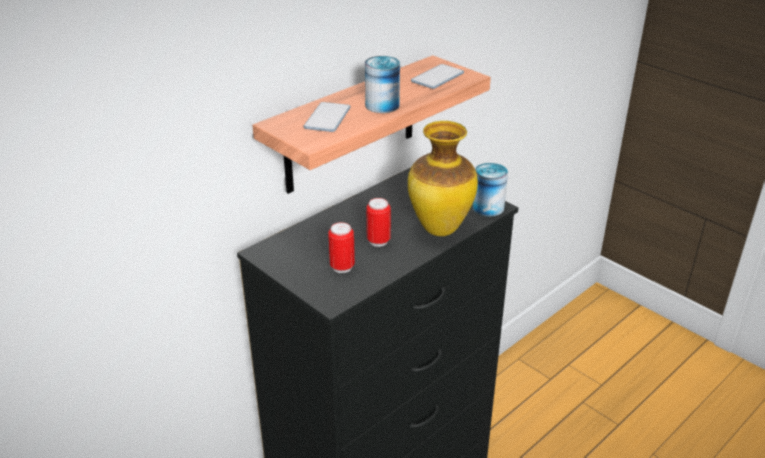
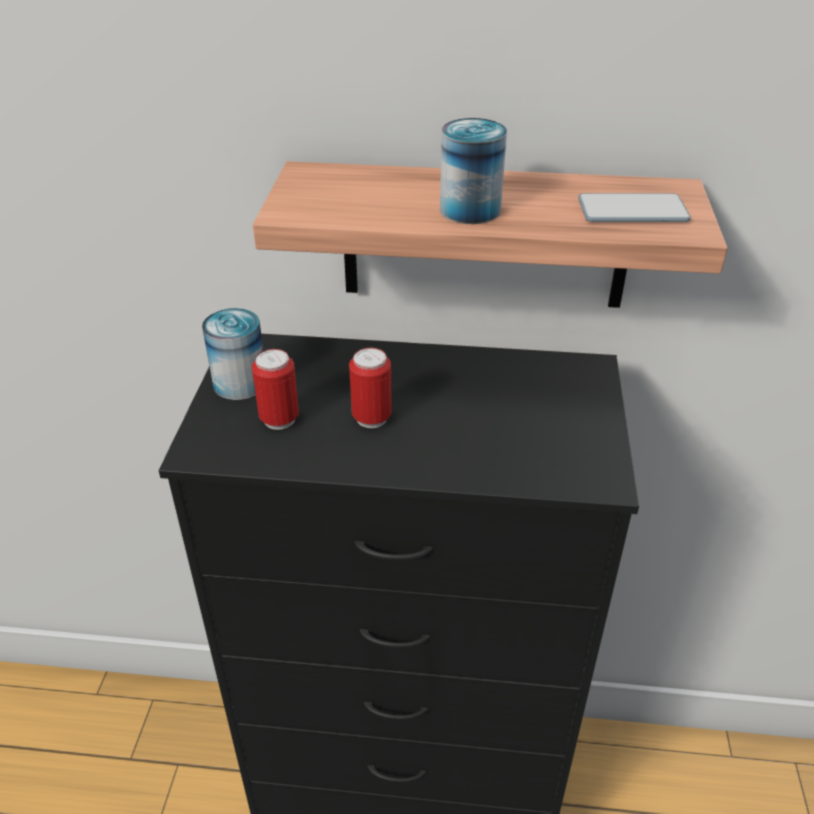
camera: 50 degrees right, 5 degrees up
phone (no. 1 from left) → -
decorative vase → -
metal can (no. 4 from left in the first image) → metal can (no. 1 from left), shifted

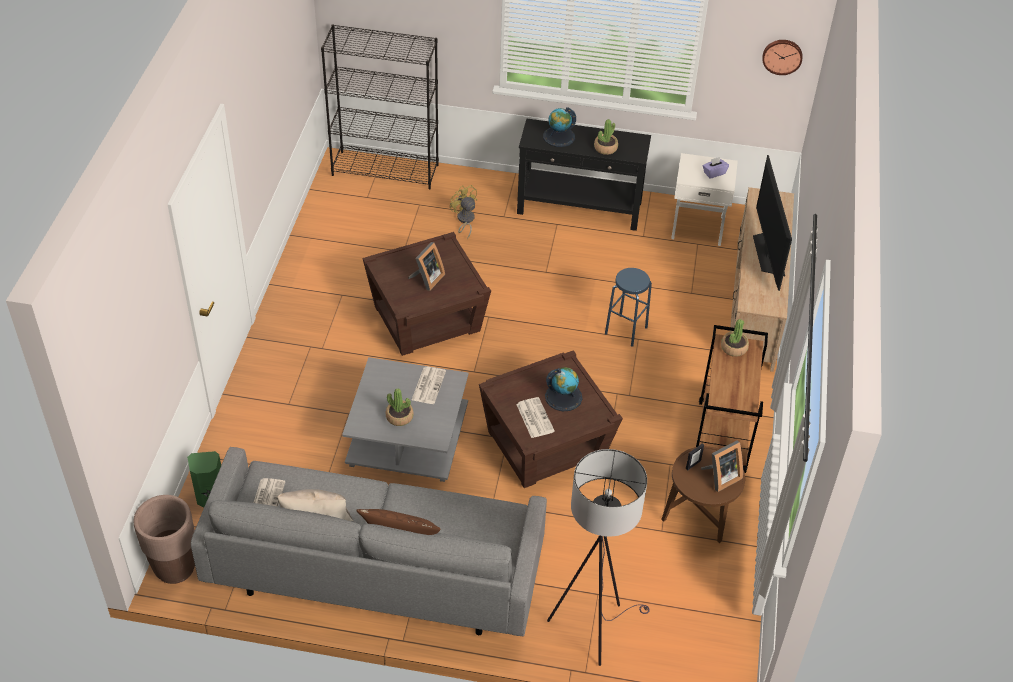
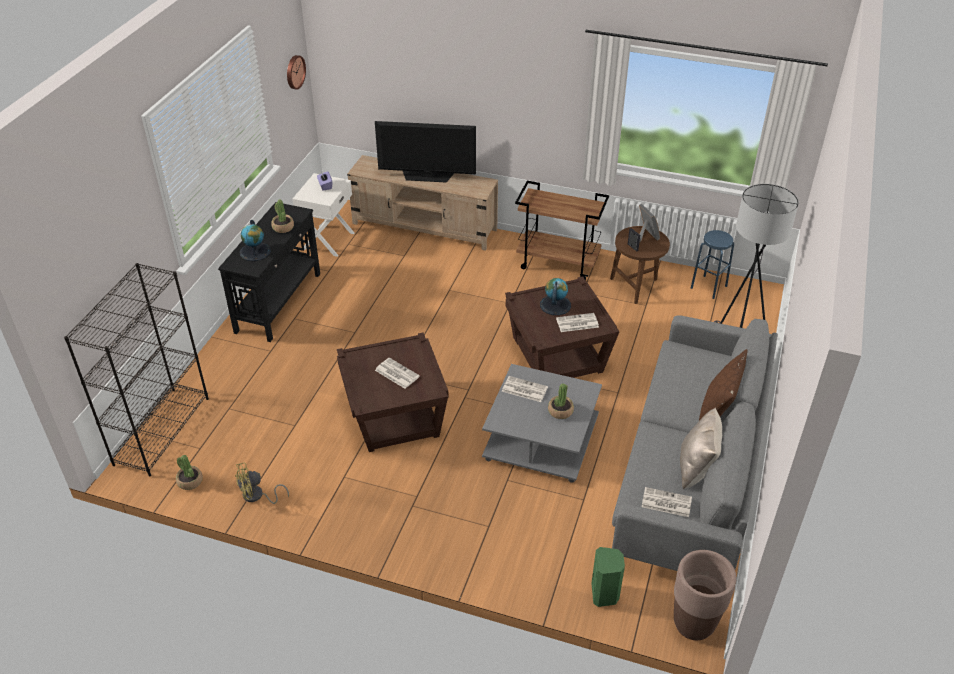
camera: 80 degrees left, 5 degrees down
picture frame (no. 1 from left) → newspaper (no. 1 from left)
yellowish cooling fan, shifted
blue-coloured stool seat, shifted
potted plant (no. 3 from left in the first image) → potted plant (no. 1 from left), shifted

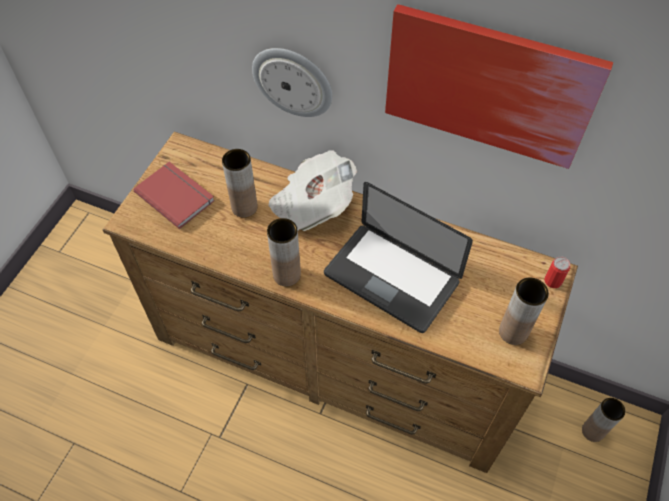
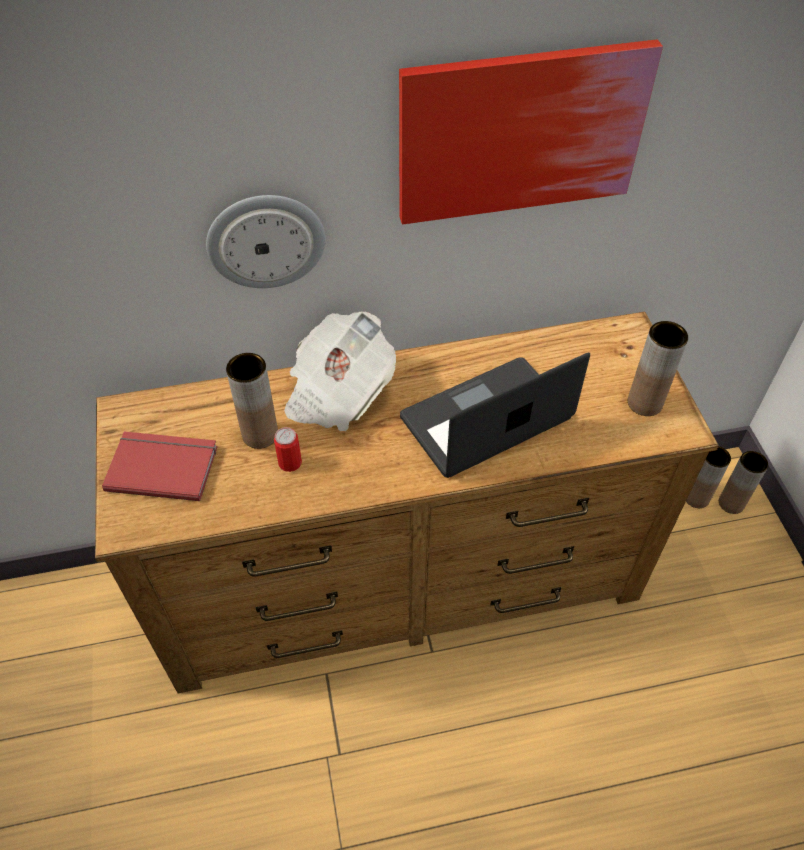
camera: 35 degrees left, 5 degrees down
brown-coloured decorative vase (no. 2 from left in the first image) → brown-coloured decorative vase (no. 4 from left), shifted
laptop, 150 degrees clockwise
metal can, shifted

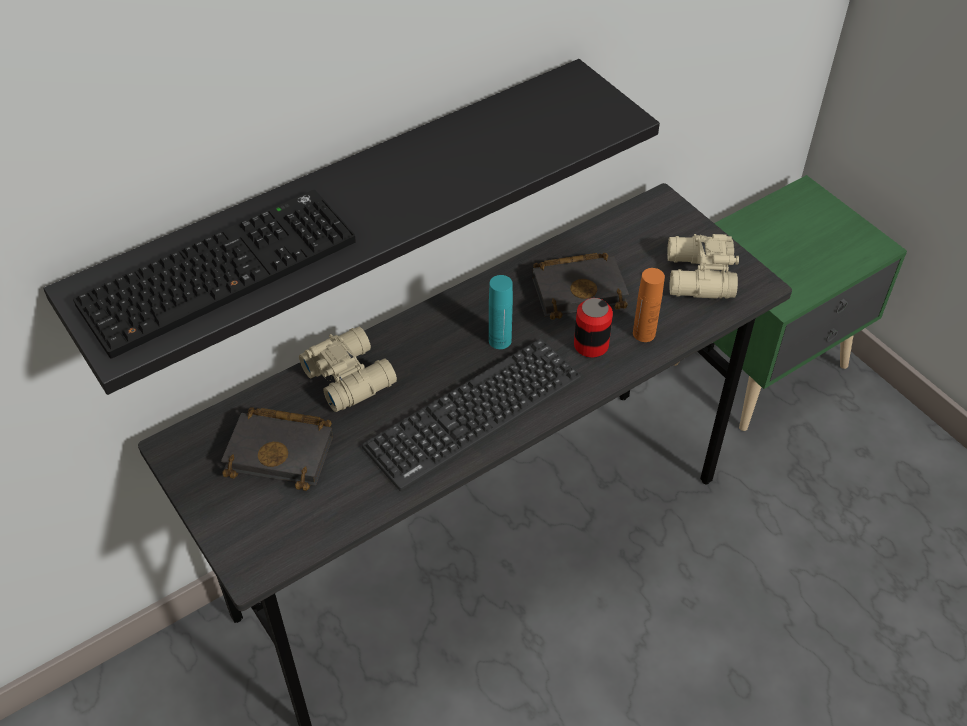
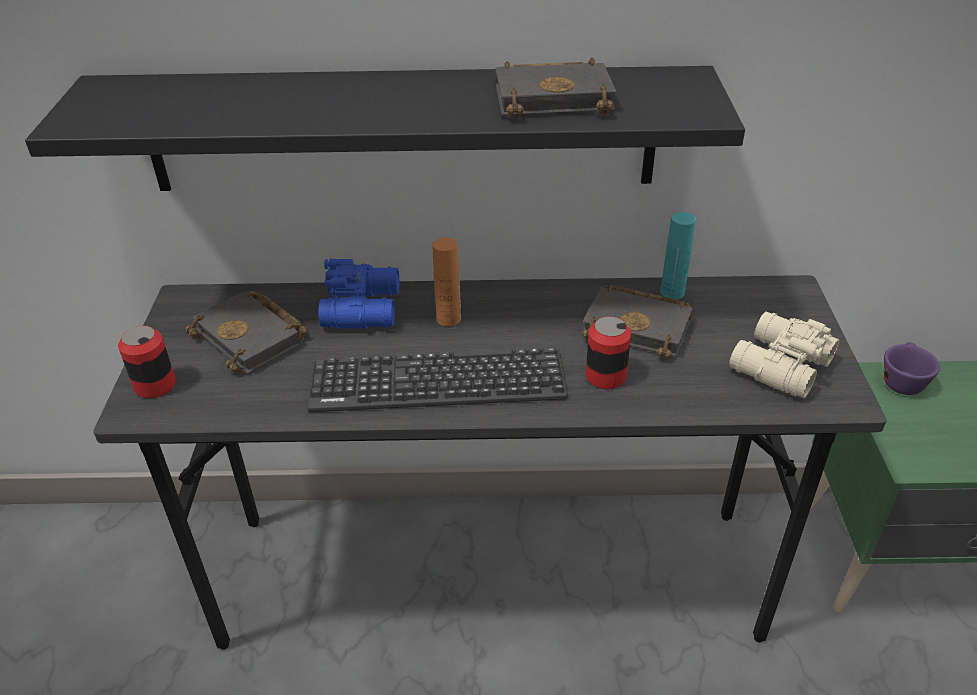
camera: 35 degrees right, 10 degrees down
keyboard (no. 1 from left) → -
beige-coloured binoculars (no. 1 from left) → blue-coloured binoculars
turquoise-coloured beverage bottle, shifted
orange-coloured beverage bottle, shifted
- → metal can (no. 1 from left)
- → black-coloured bound book (no. 2 from left)
- → purple cup

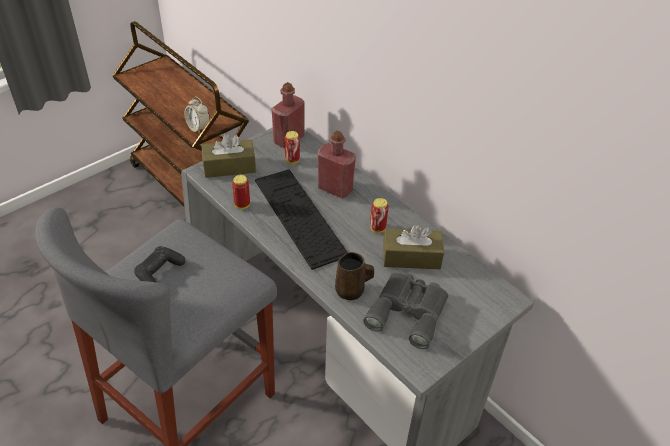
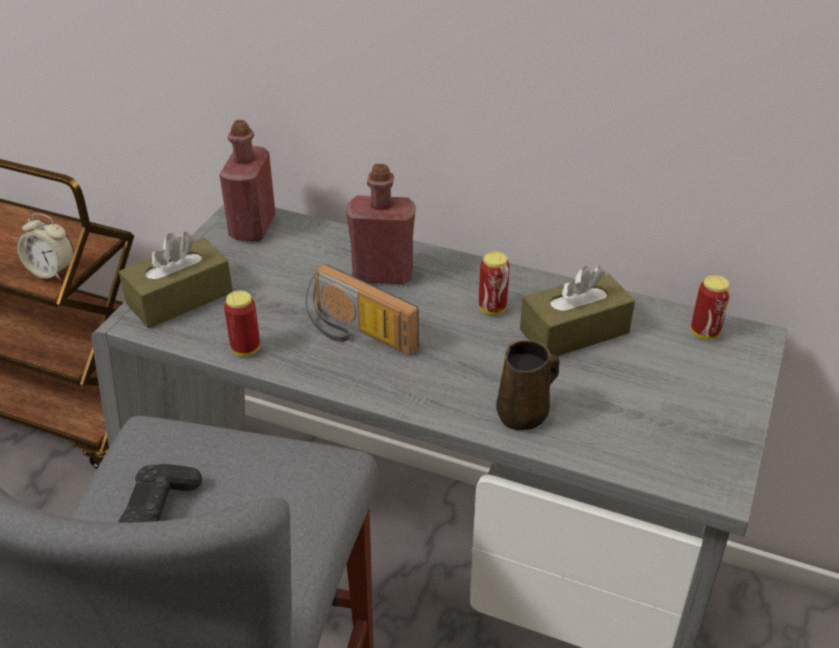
camera: 25 degrees left, 5 degrees down
keyboard → radio
metal can (no. 2 from left in the first image) → metal can (no. 3 from left), shifted
gray binoculars → -

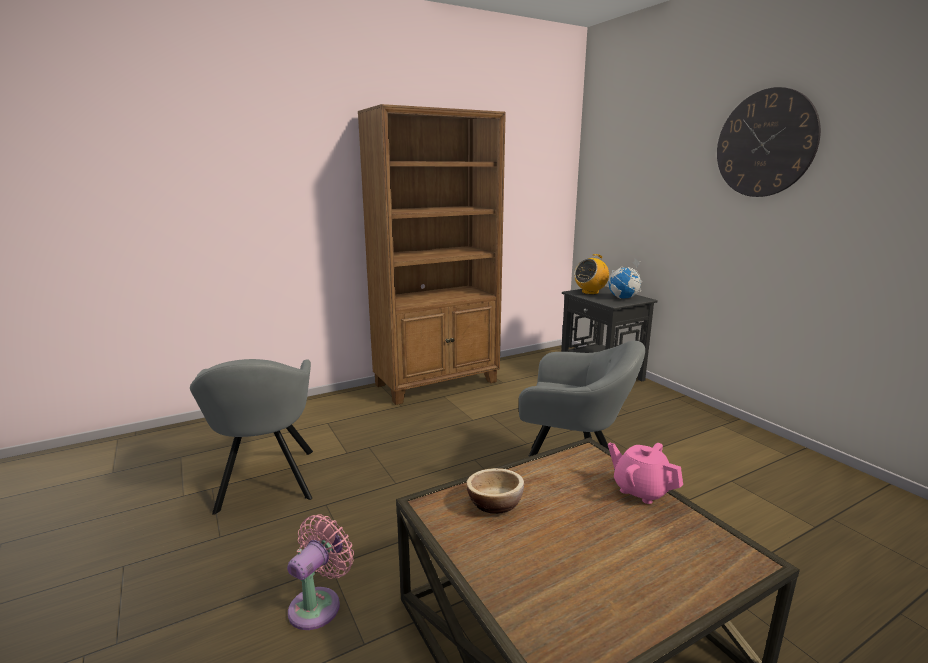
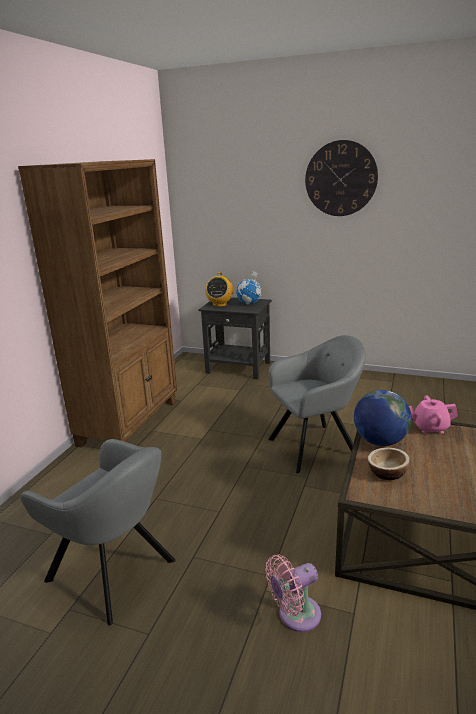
camera: 40 degrees left, 5 degrees up
pink cooling fan, 105 degrees counterclockwise
- → globe (no. 2 from left)

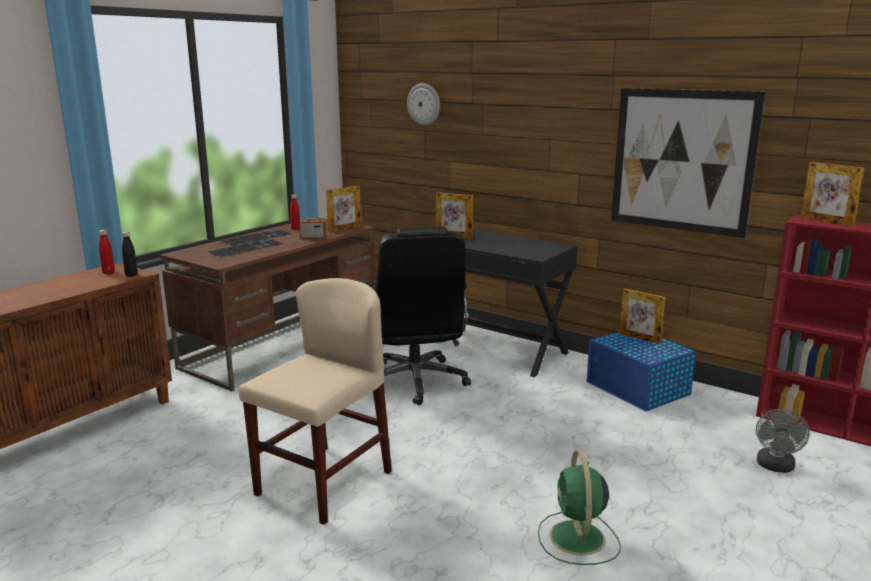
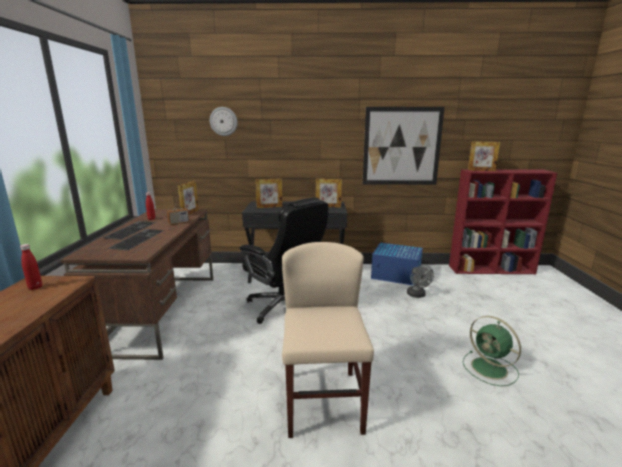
camera: 35 degrees left, 0 degrees up
black-coloured beverage bottle → -
picture frame (no. 3 from left), shifted
gray cooling fan, shifted

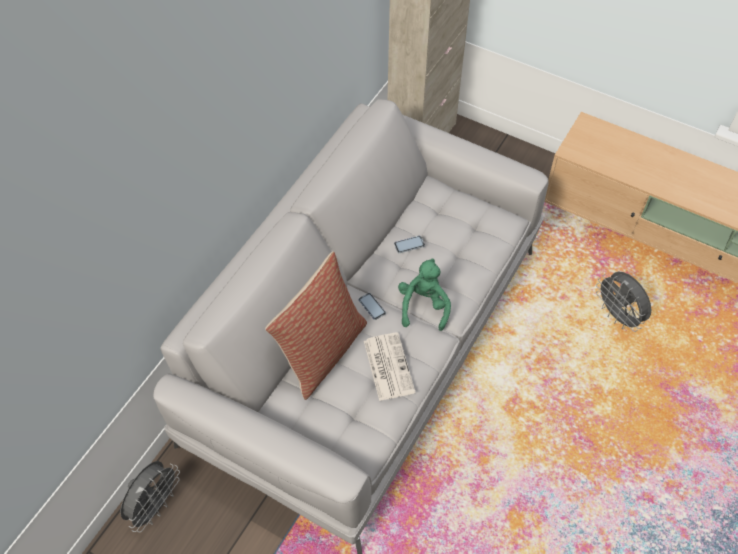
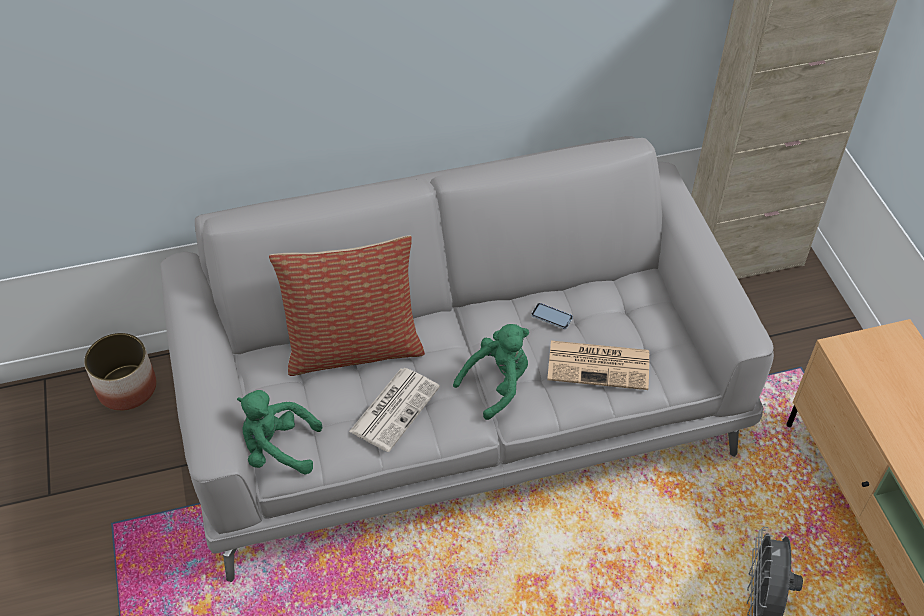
camera: 45 degrees right, 5 degrees down
gray cooling fan (no. 1 from left) → flower pot
phone (no. 1 from left) → -
- → green-coloured plush toy (no. 1 from left)
- → newspaper (no. 2 from left)

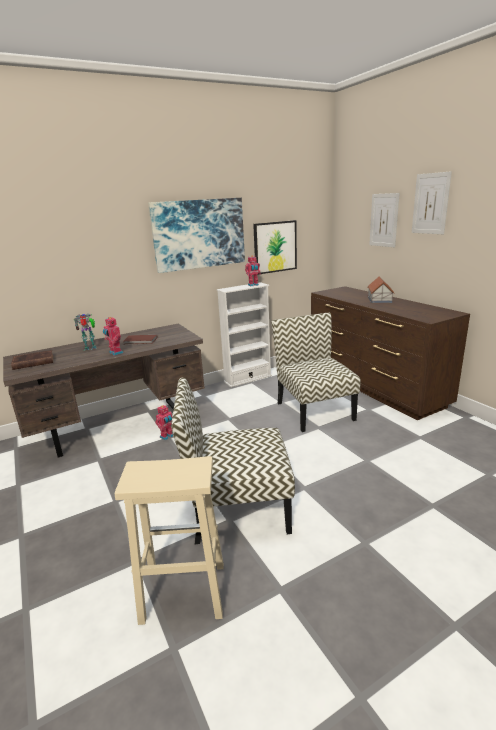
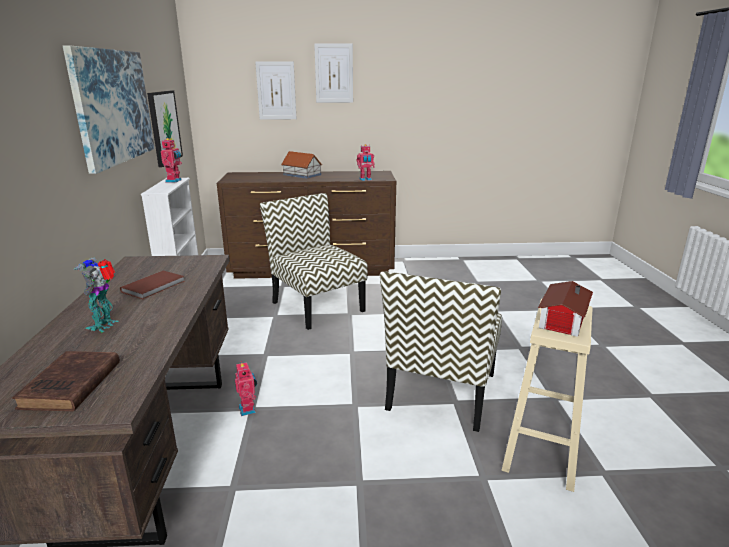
camera: 65 degrees left, 0 degrees up
toy robot (no. 2 from left in the first image) → toy robot (no. 4 from left), shifted
plain chair (no. 2 from left in the first image) → plain chair (no. 1 from left), 45 degrees clockwise
- → toy house (no. 2 from left)

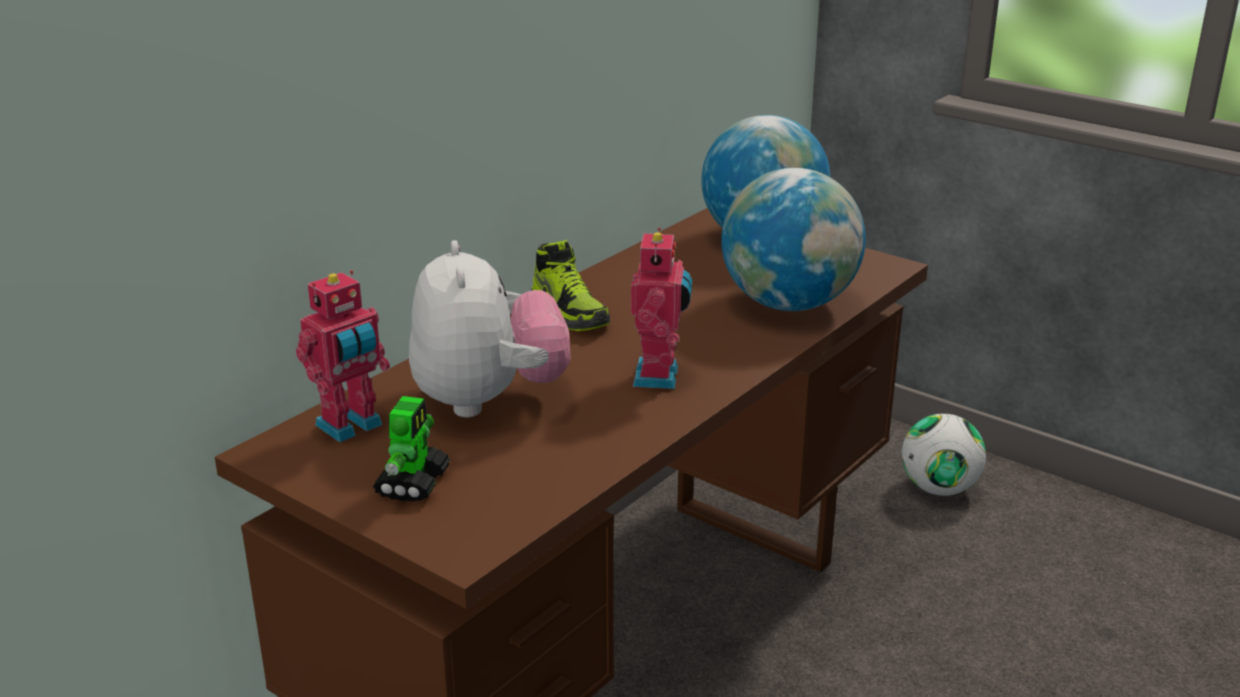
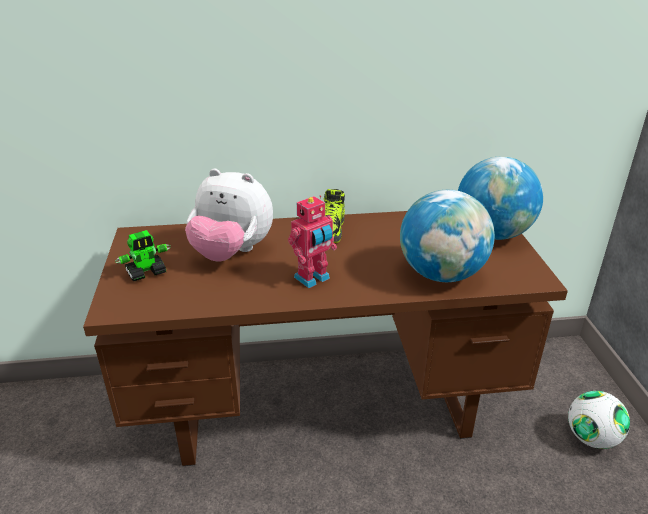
camera: 45 degrees right, 5 degrees up
toy robot (no. 1 from left) → -
plush toy, 75 degrees clockwise

